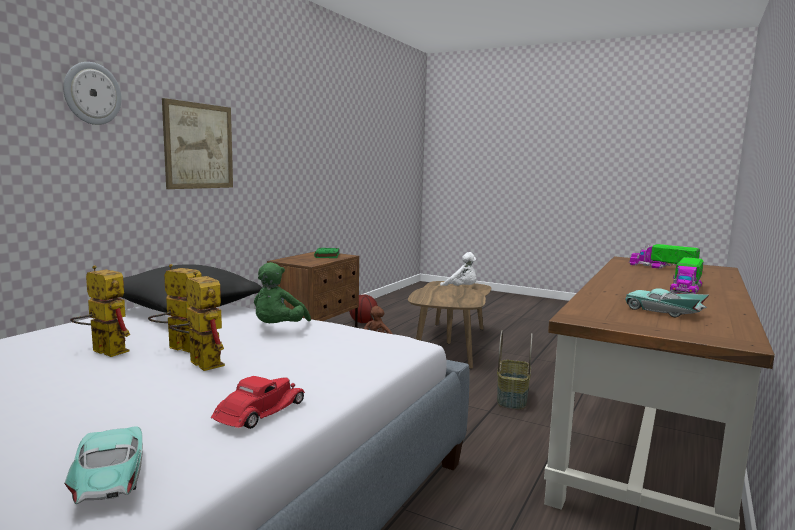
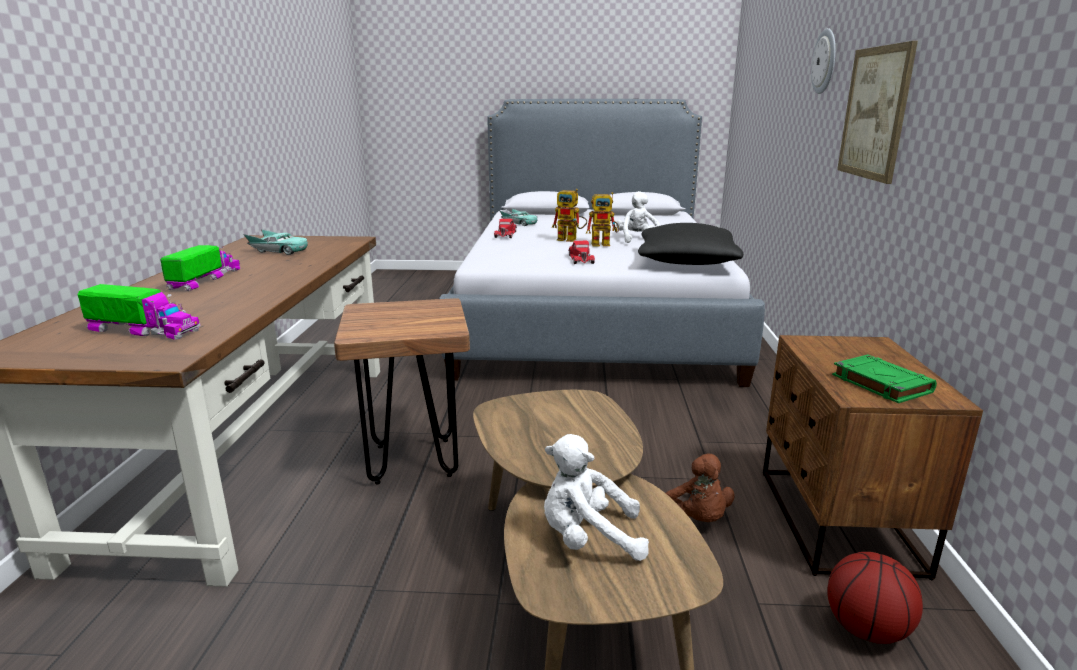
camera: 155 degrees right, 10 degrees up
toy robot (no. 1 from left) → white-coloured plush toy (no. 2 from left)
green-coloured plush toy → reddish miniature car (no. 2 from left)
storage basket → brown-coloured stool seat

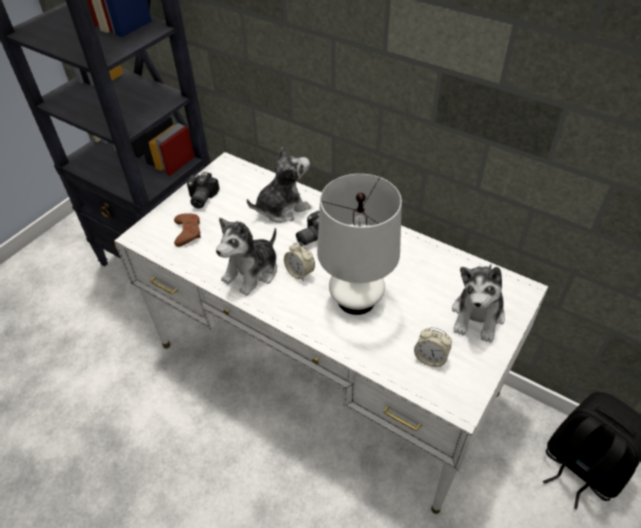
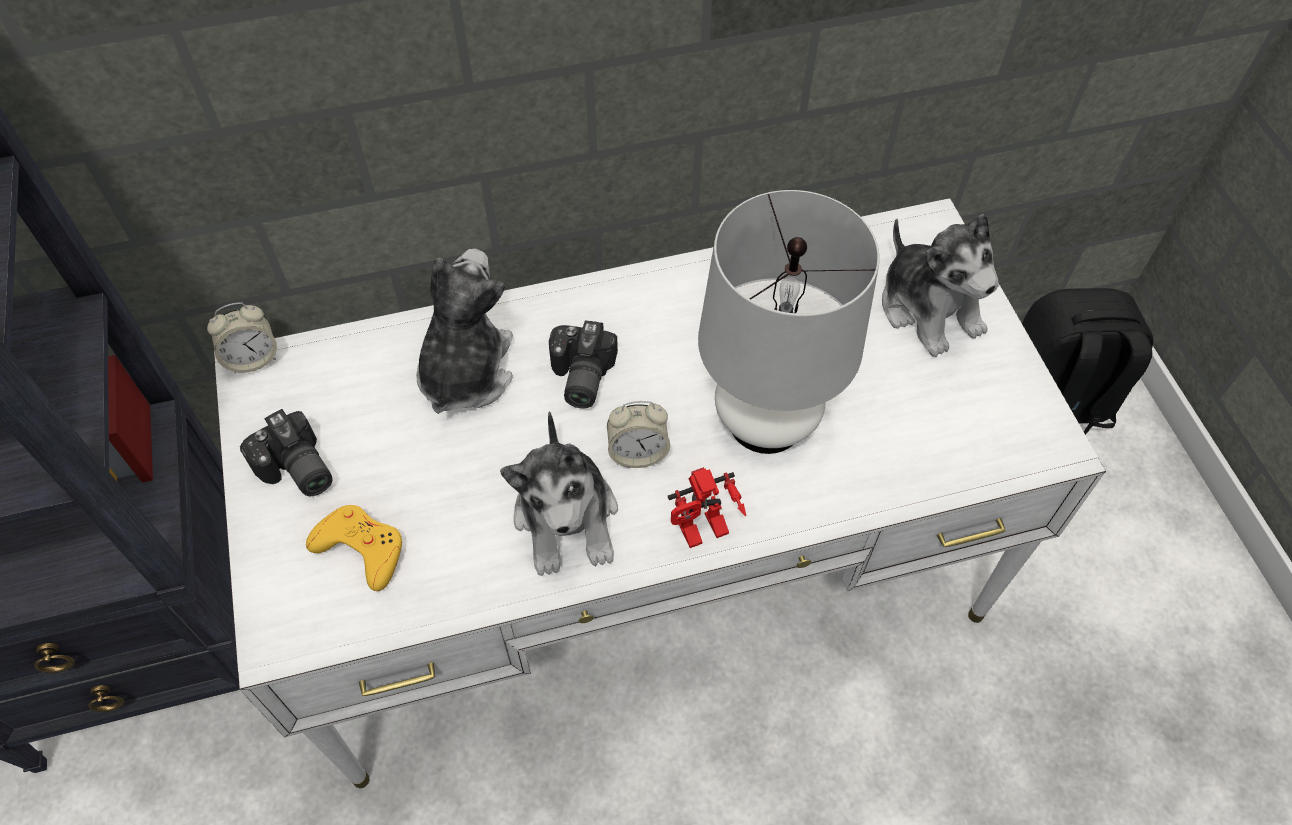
camera: 50 degrees left, 10 degrees up
brown-coloured joypad → yellowish joypad
table clock (no. 2 from left in the first image) → table clock (no. 1 from left), shifted
- → toy robot

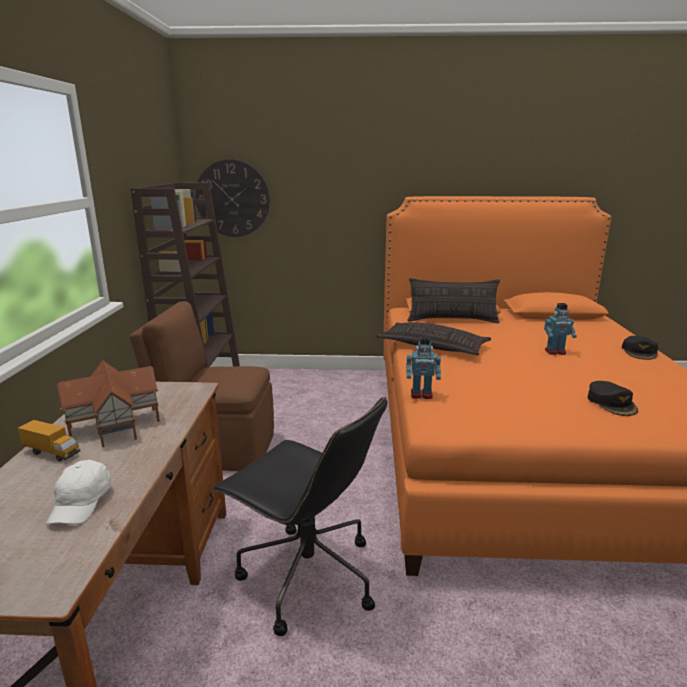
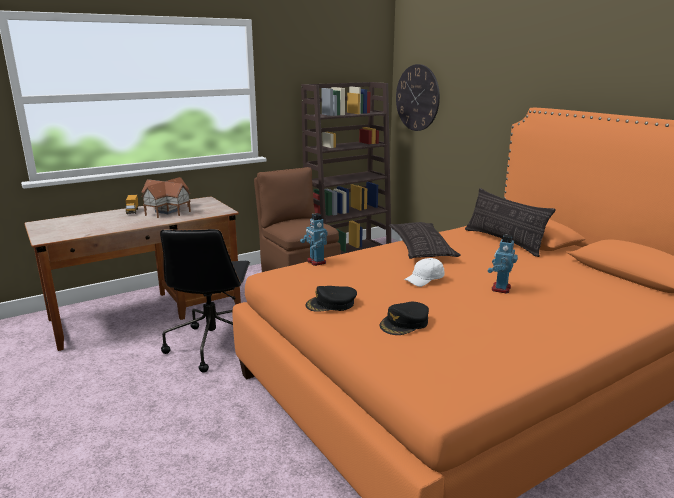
camera: 55 degrees right, 0 degrees up
white-coloured cap, shifted
toy robot (no. 2 from left), 60 degrees clockwise
black-coloured cap (no. 2 from left in the first image) → black-coloured cap (no. 1 from left), shifted

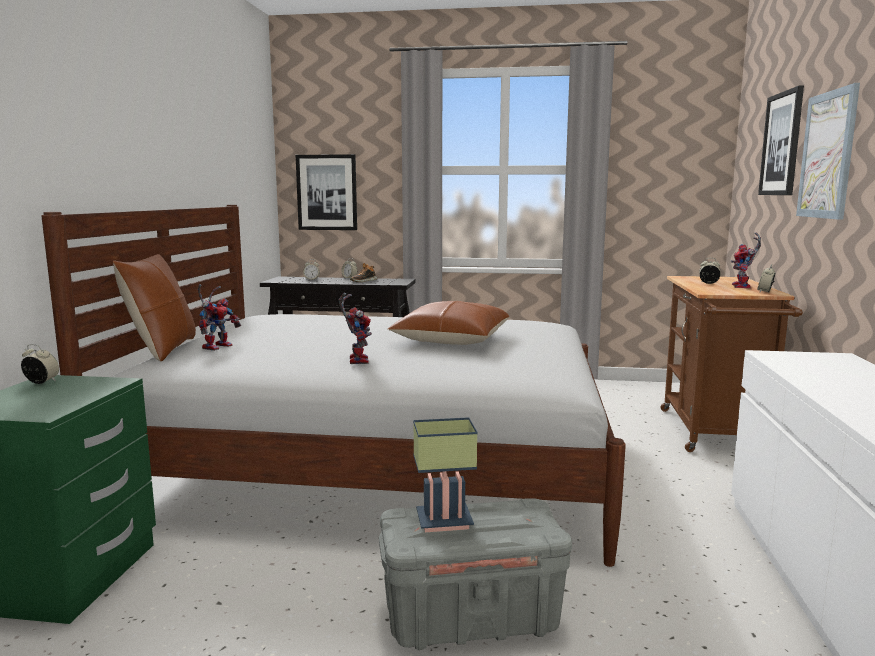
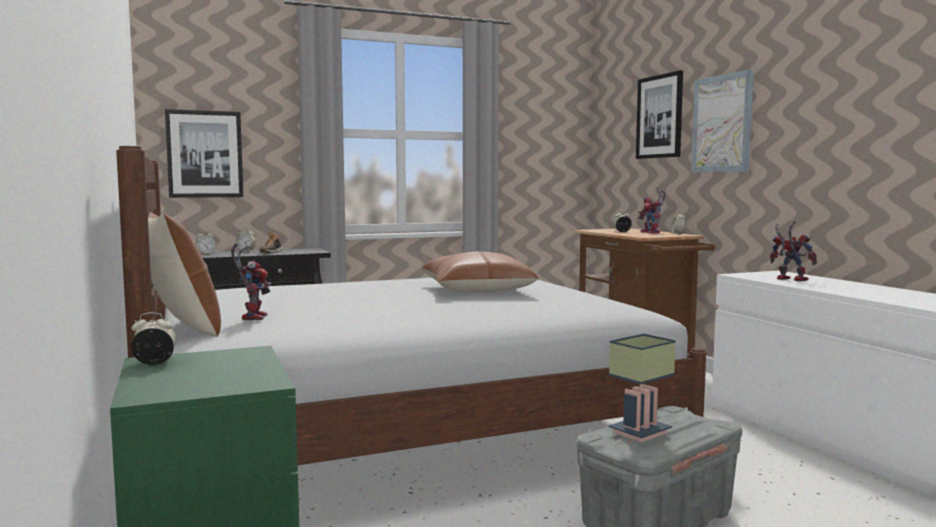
camera: 30 degrees left, 5 degrees down
toy robot (no. 2 from left in the first image) → toy robot (no. 3 from left), shifted

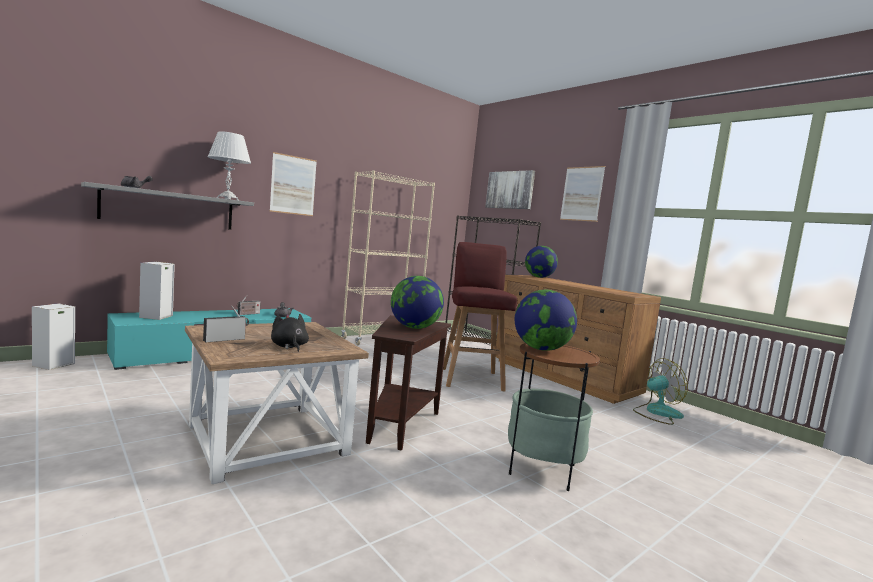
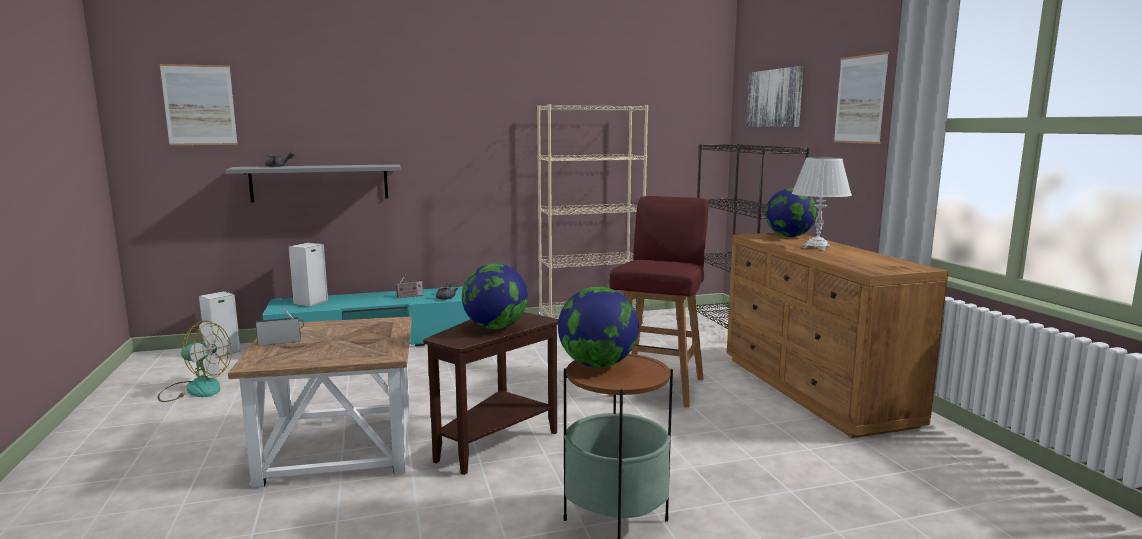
camera: 25 degrees right, 5 degrees up
white-coloured table lamp, shifted
wall art (no. 1 from left), shifted
black-coloured plush toy → -
cooling fan, shifted

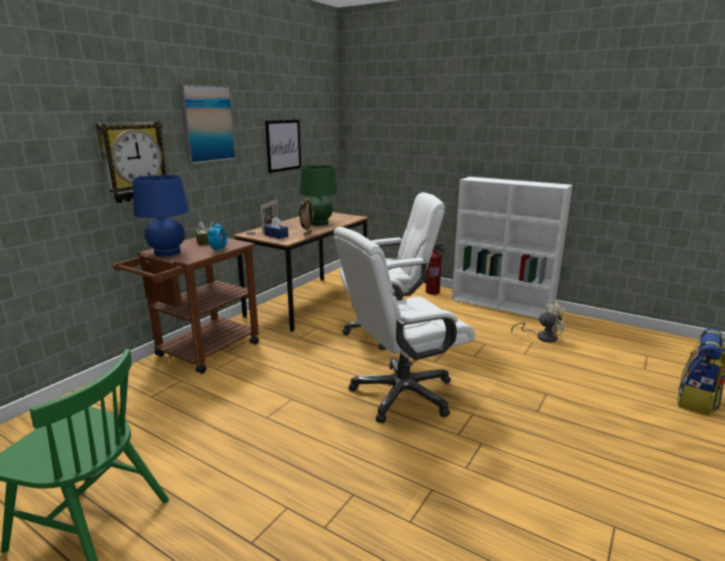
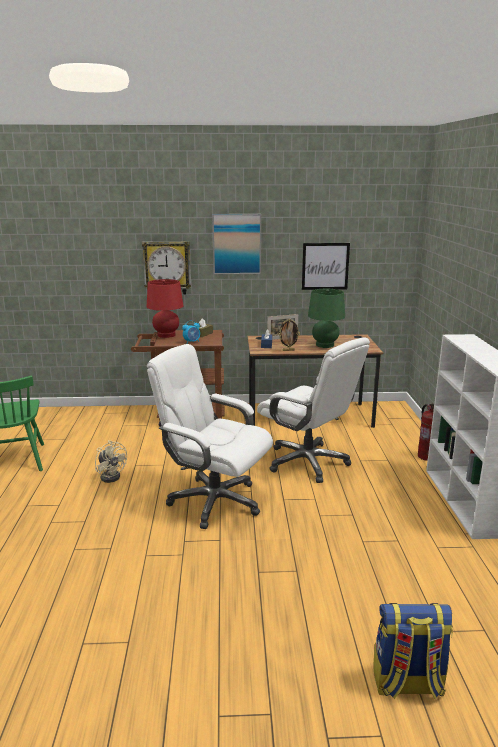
camera: 55 degrees right, 0 degrees up
blue-coloured table lamp → reddish table lamp
beige-coloured cooling fan, shifted

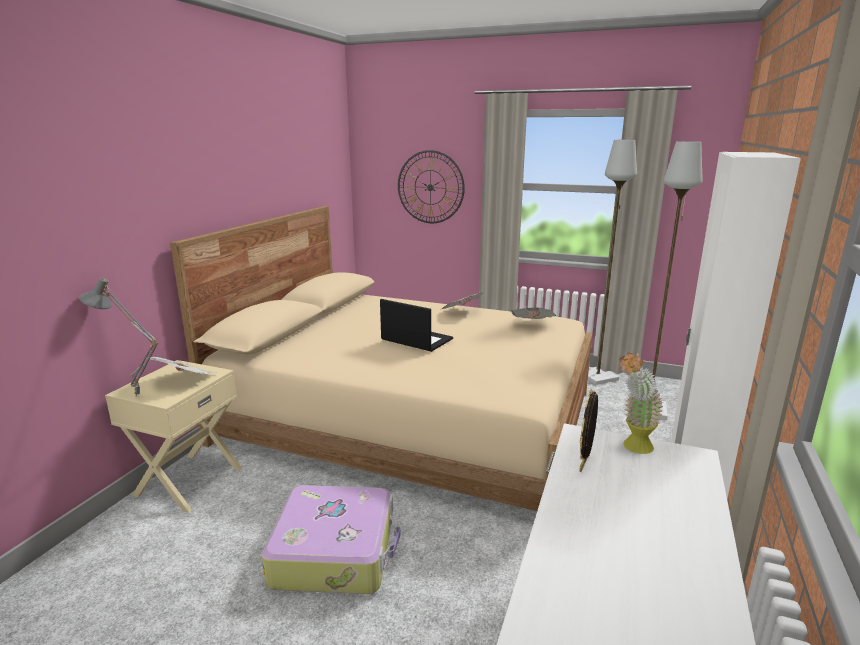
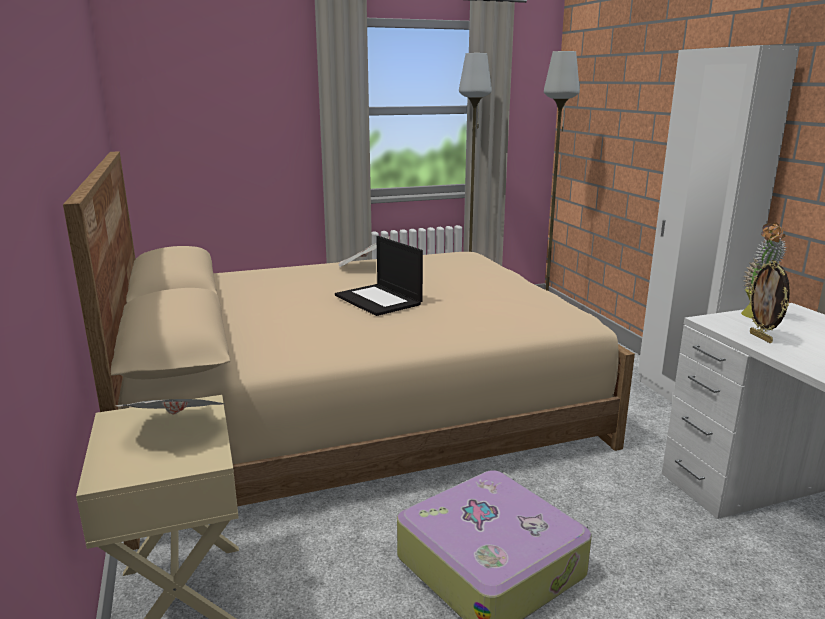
camera: 40 degrees left, 0 degrees up
gray table lamp → -
laptop, 120 degrees counterclockwise
clock on the wall → -
newspaper (no. 3 from left) → -

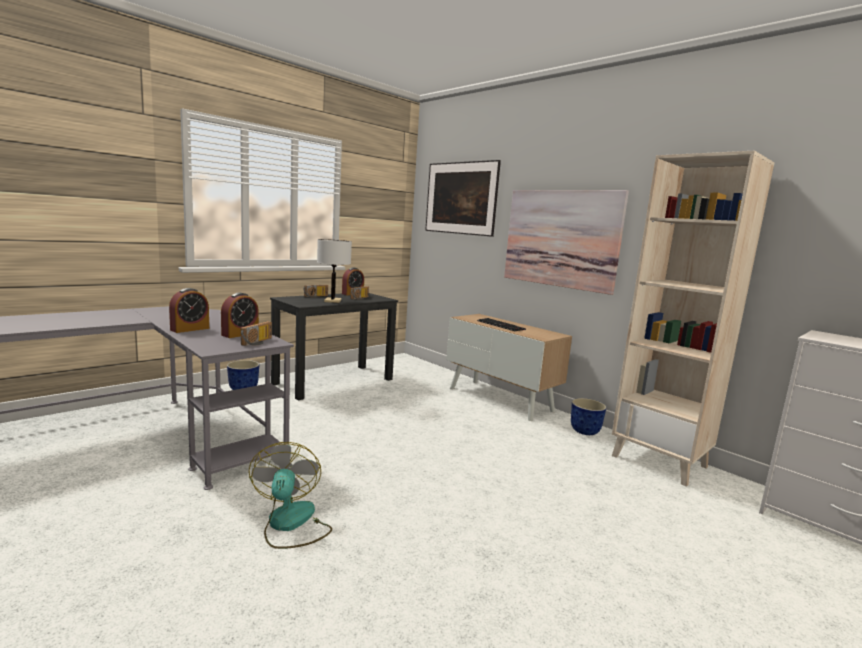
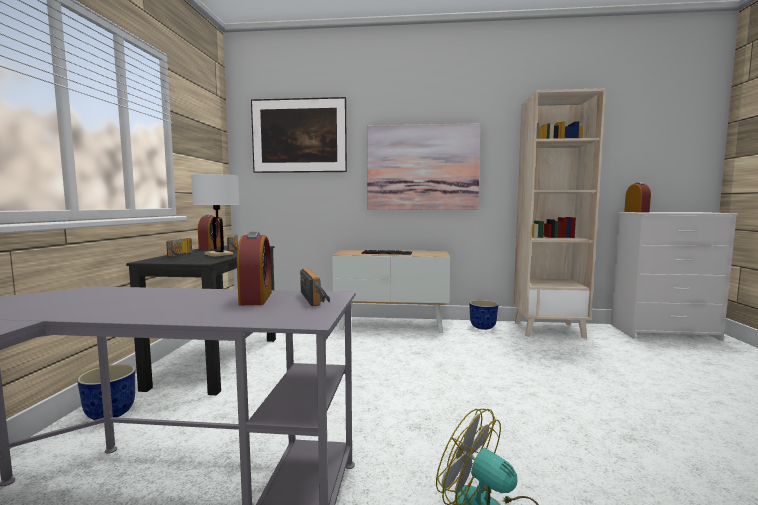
camera: 40 degrees left, 5 degrees down
table clock (no. 1 from left in the first image) → table clock (no. 3 from left), shifted

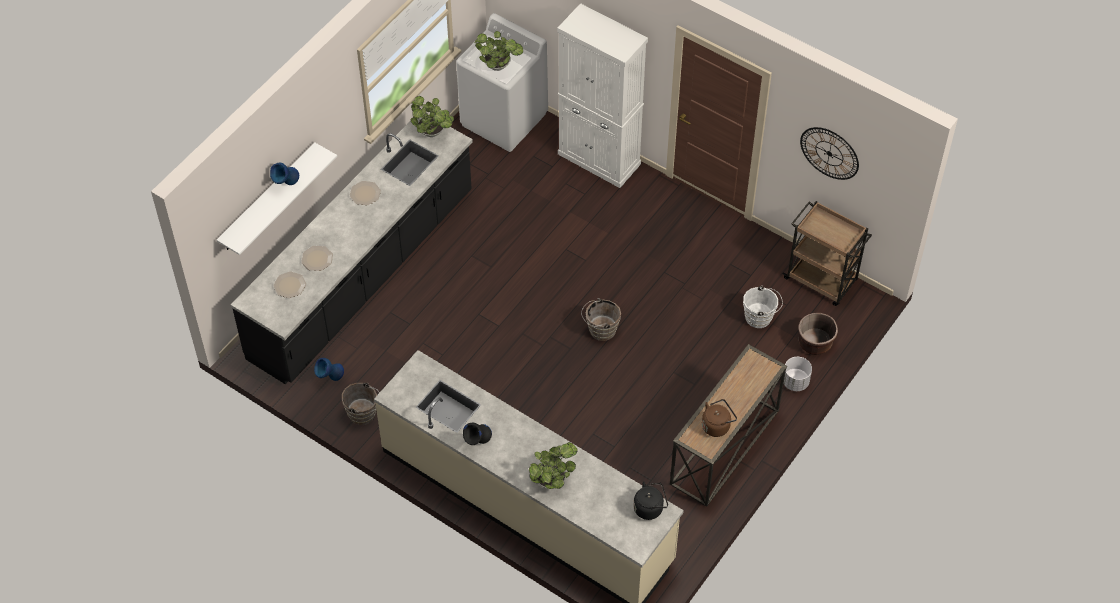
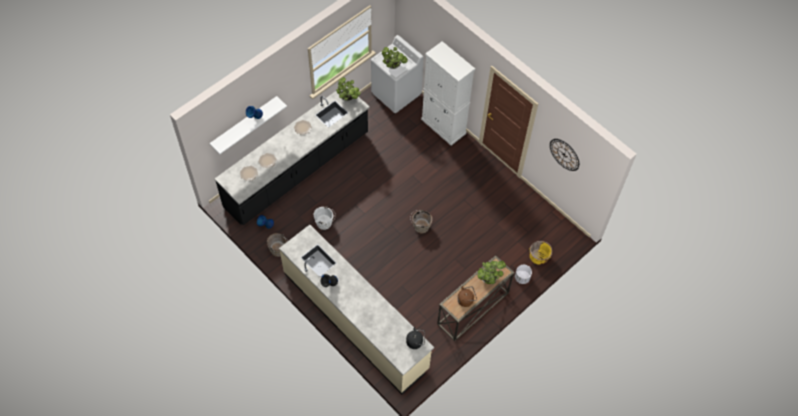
camera: 10 degrees right, 5 degrees up
potted plant (no. 3 from left), shifted
white-coloured water bucket, shifted
brown-coloured wheeled cart → -
brown-coloured flower pot → yellowish flower pot

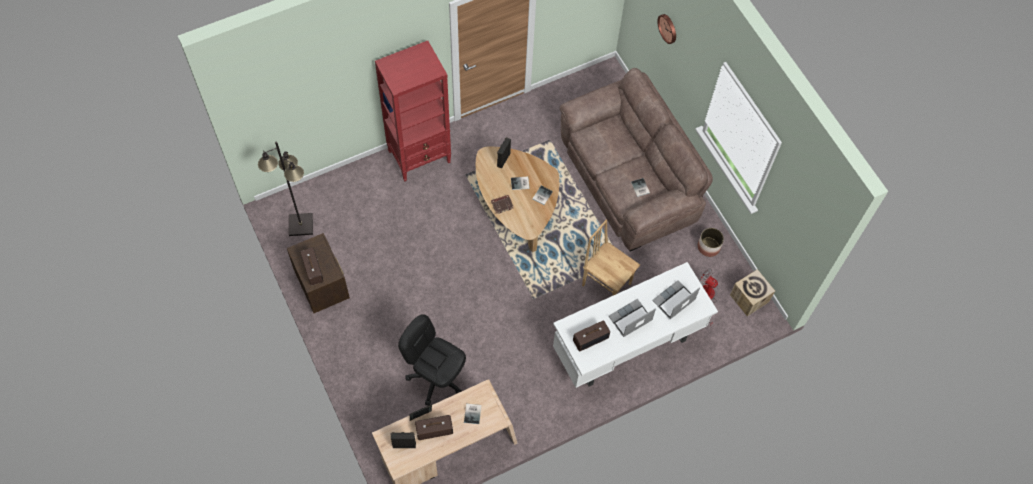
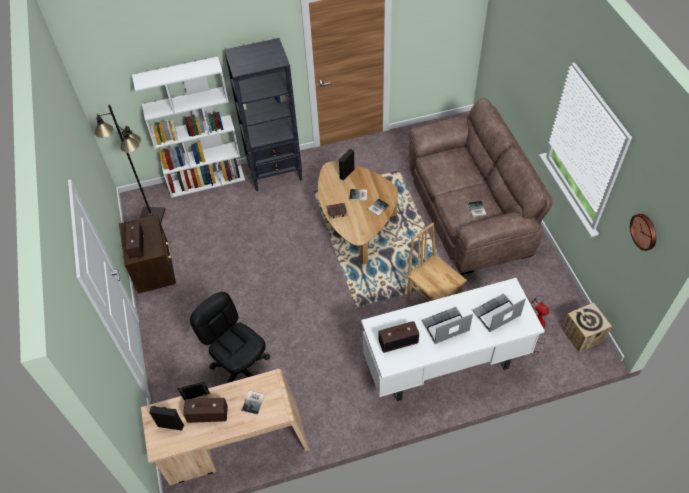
camera: 15 degrees right, 10 degrees down
reddish shelving unit → black-coloured shelving unit
clock on the wall, shifted
flower pot → -
- → white-coloured shelving unit

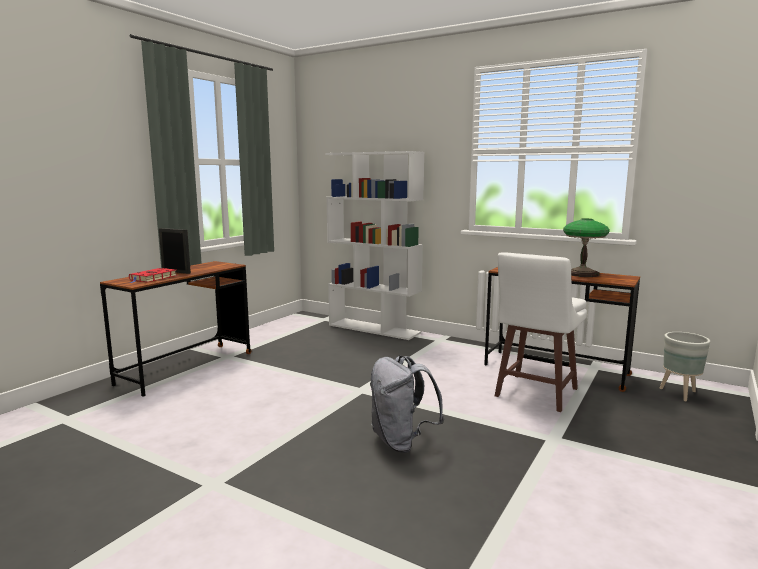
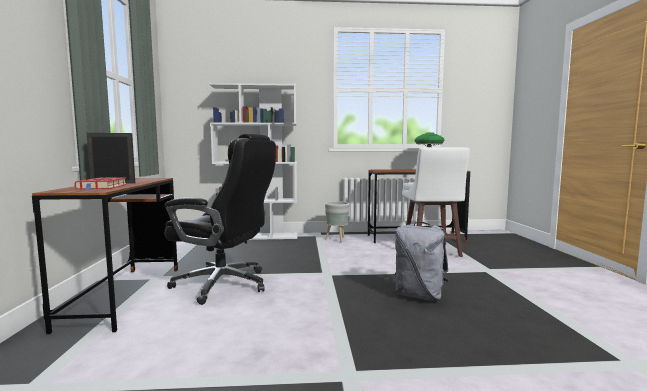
camera: 35 degrees left, 5 degrees down
gray flower pot, shifted
- → black-coloured computer chair

